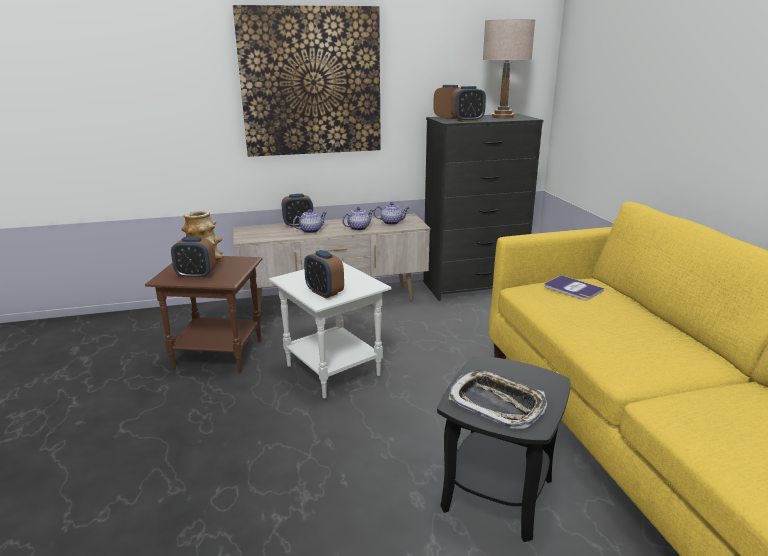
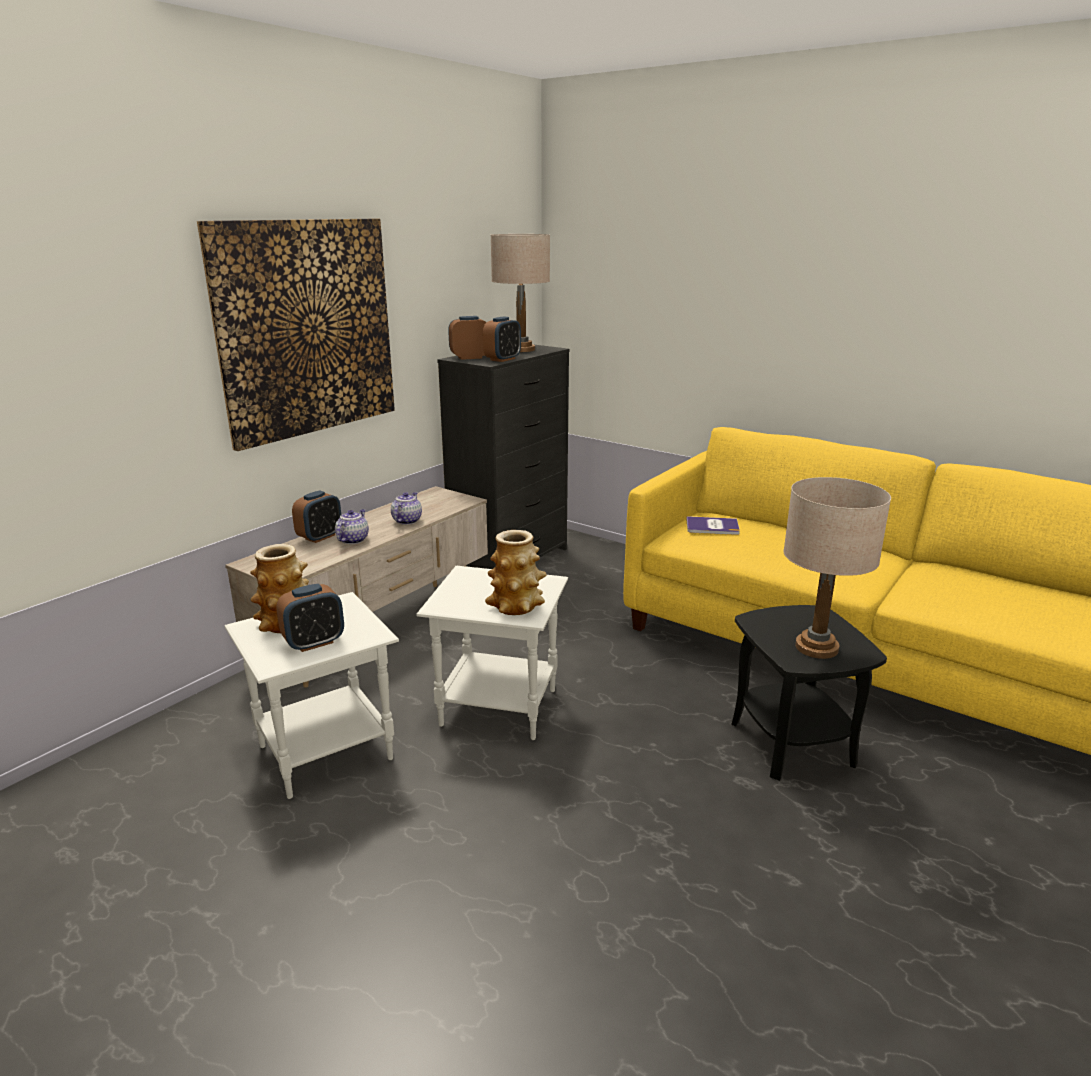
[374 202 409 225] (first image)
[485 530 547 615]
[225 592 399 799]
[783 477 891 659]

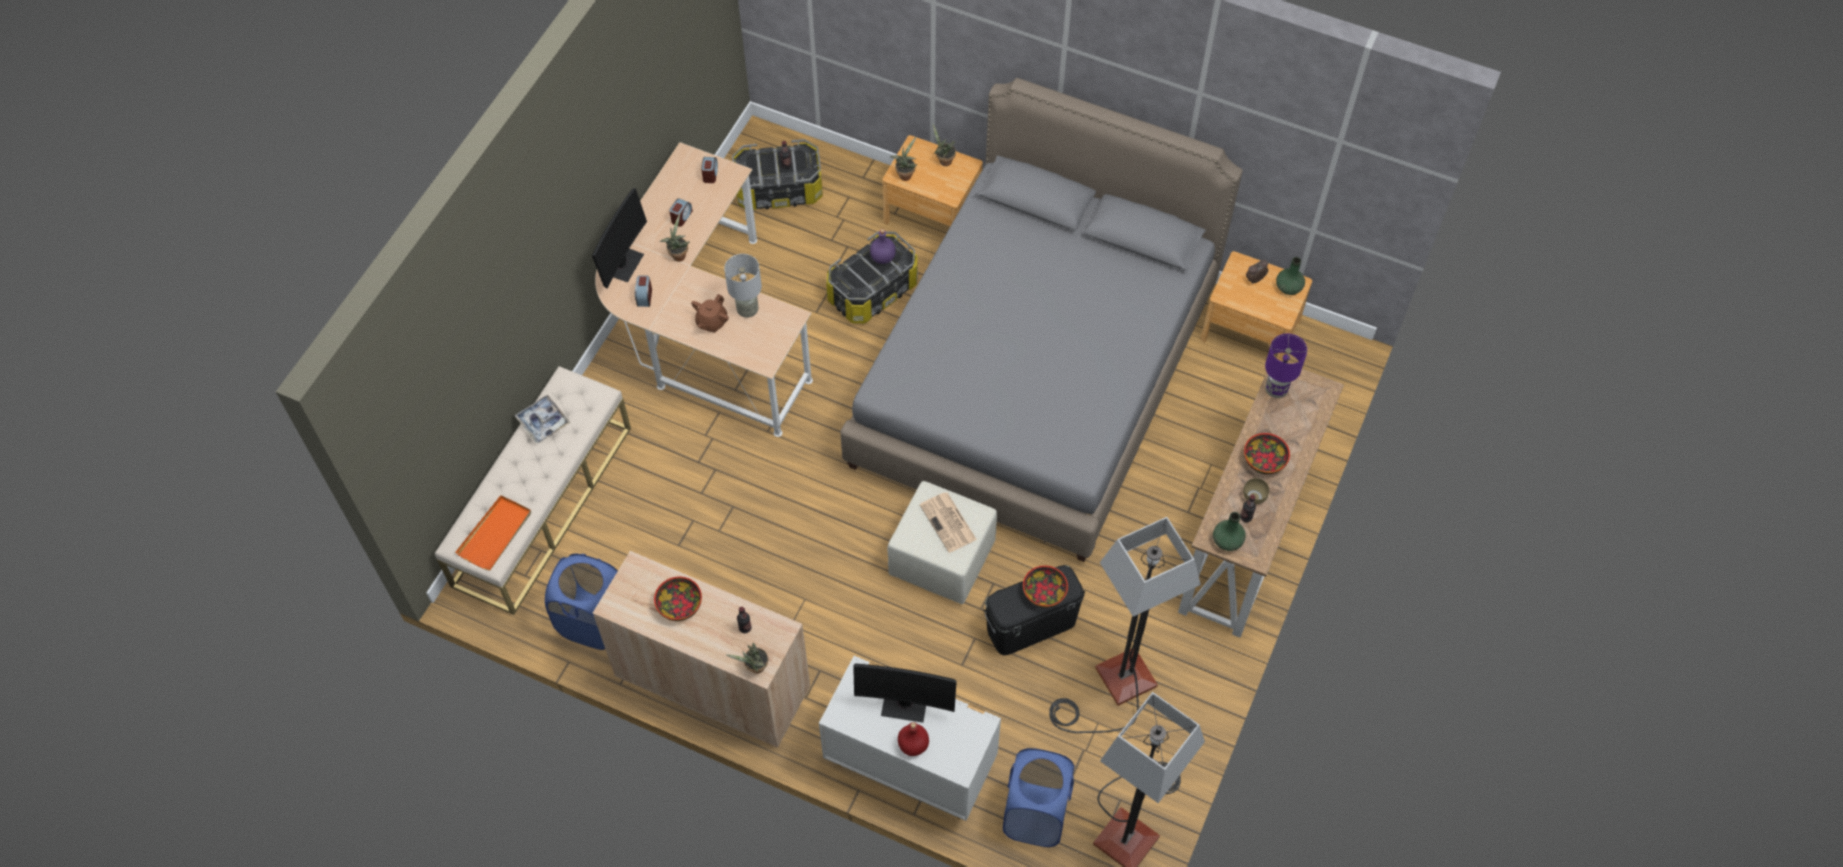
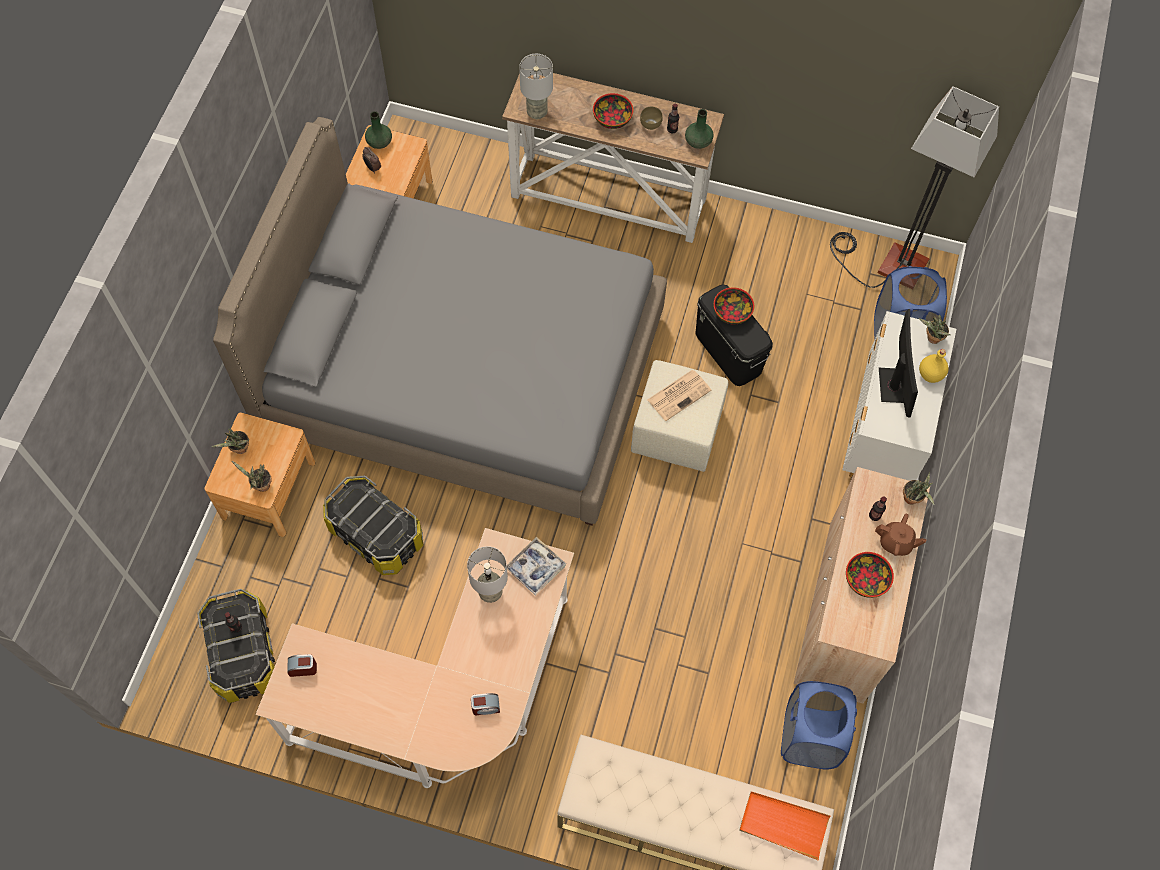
[592 188 647 289] (first image)
[669 198 693 227] (first image)
[919 315 951 344]
[870 229 896 264] (first image)
[875 514 927 556]
[519 54 553 119]
[507 537 566 596]
[1049 517 1201 733] (first image)
[919 349 949 383]

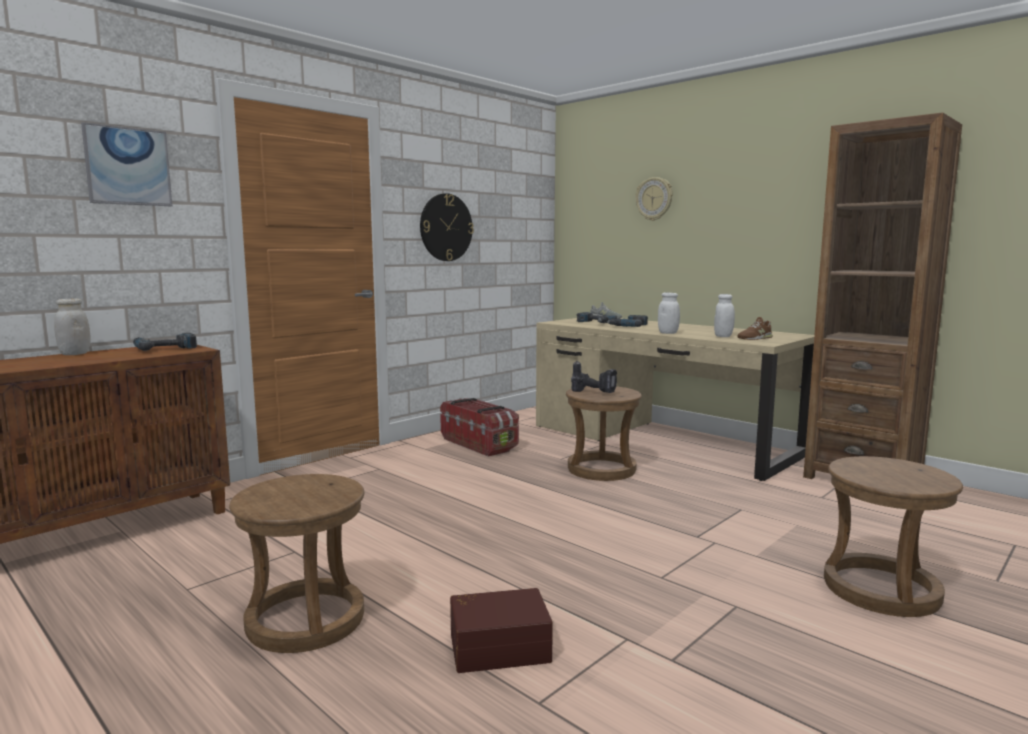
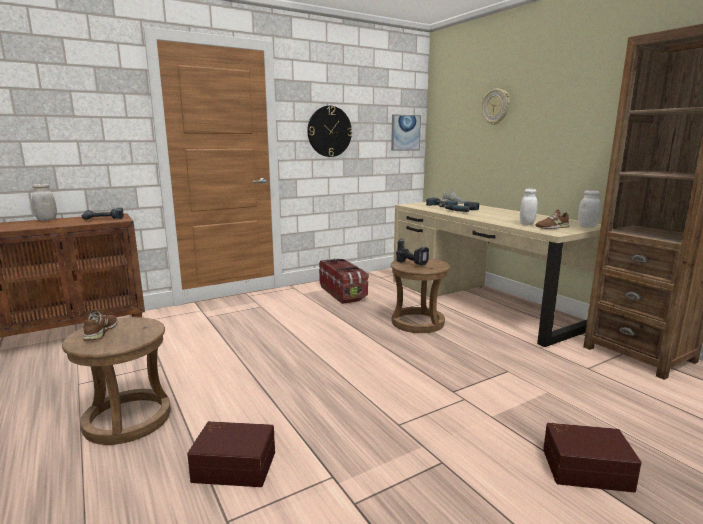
[391 114 421 151]
[578 190 601 228]
[543 423 641 493]
[83 309 117 340]

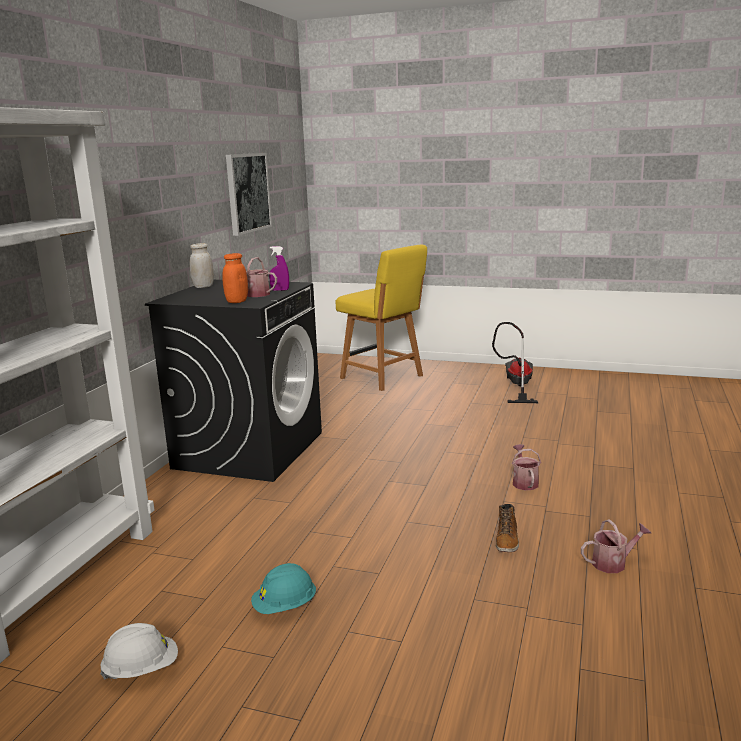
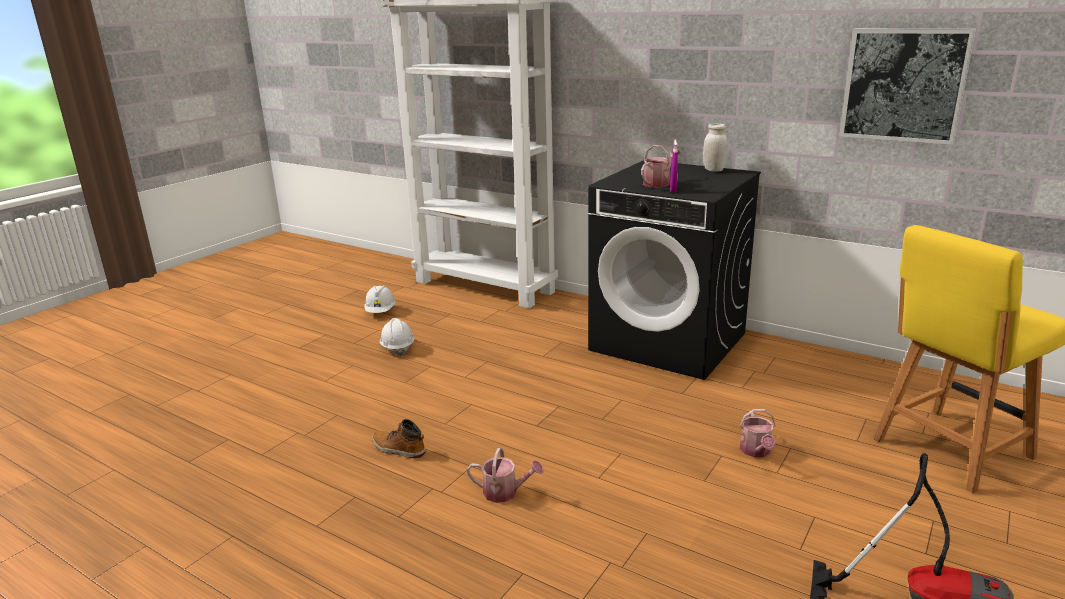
[222 253 248 303] (first image)
[740 409 776 457]
[380 318 414 357]

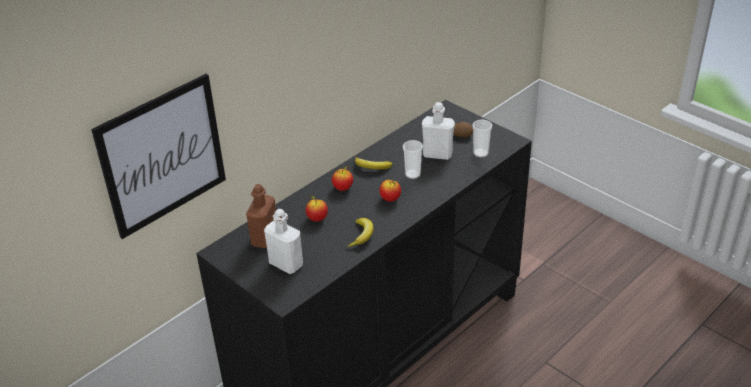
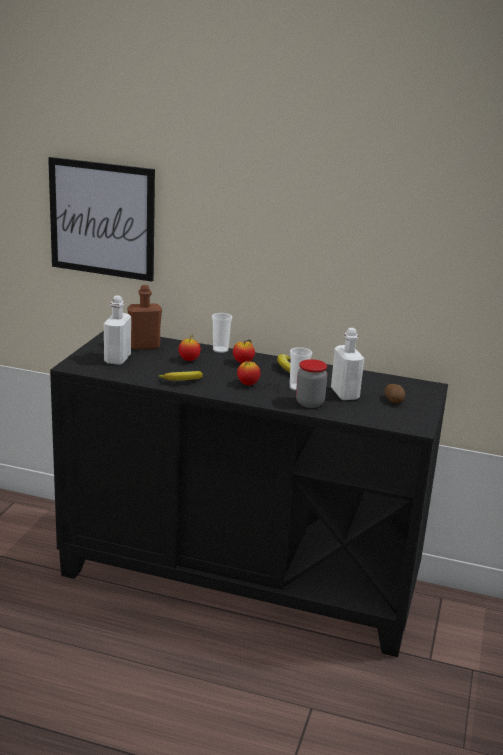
[212 313 232 353]
[296 359 328 408]

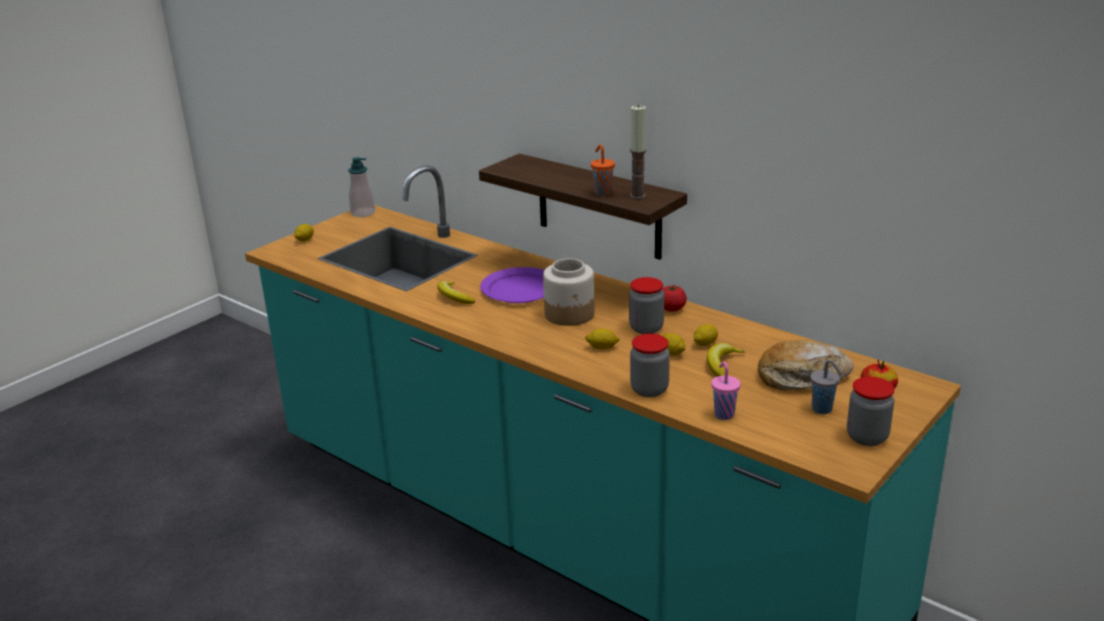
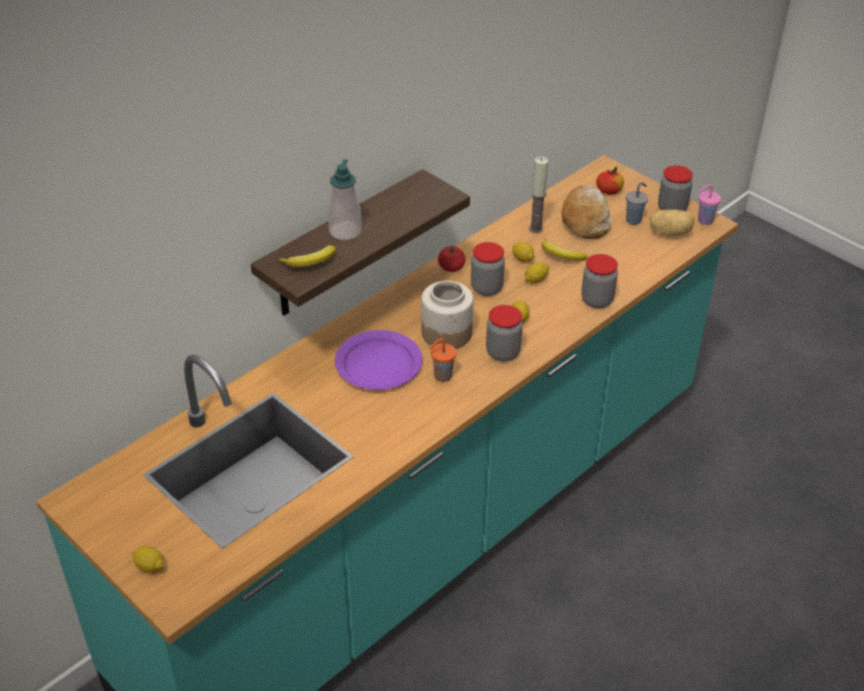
[529 157 548 233]
[429 338 456 382]
[328 159 362 240]
[278 245 336 267]
[698 184 721 225]
[650 209 694 236]
[486 305 523 361]

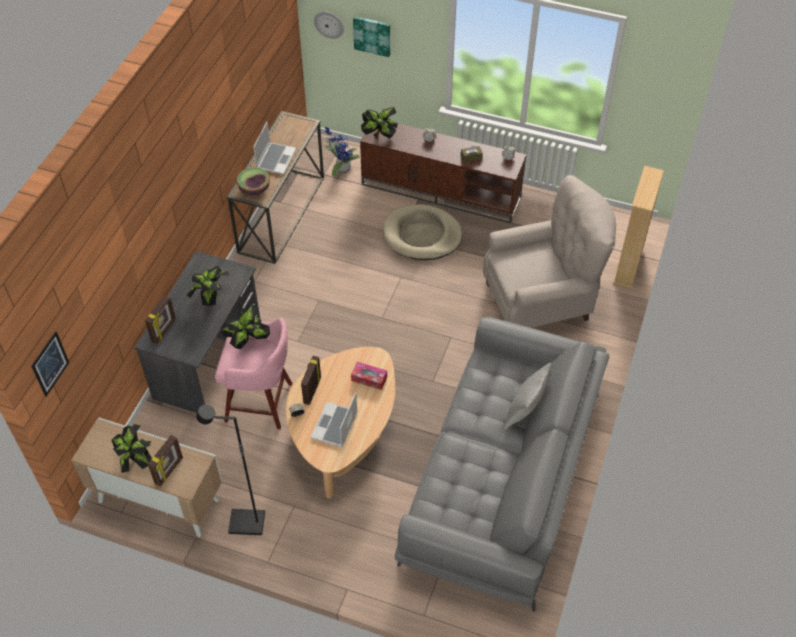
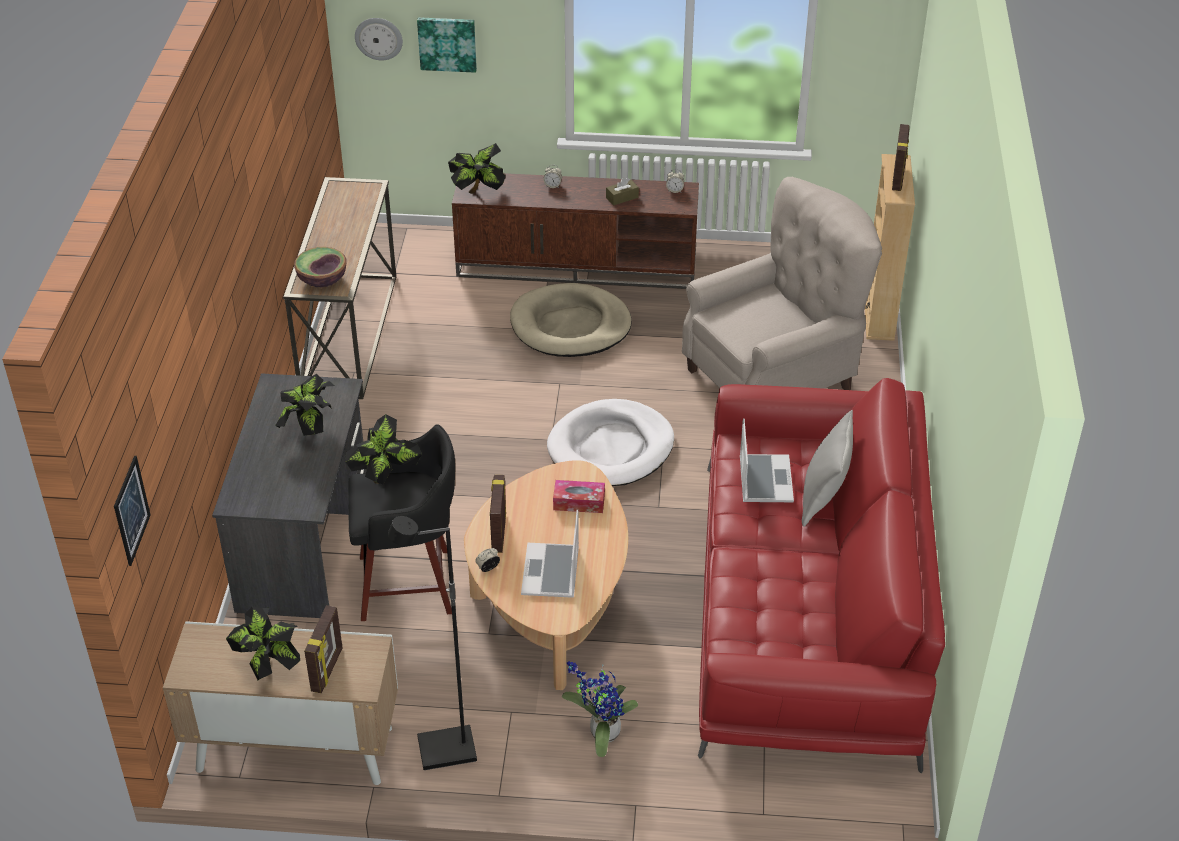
[740 418 794 502]
[562 661 638 757]
[892 124 910 191]
[348 424 455 621]
[698 378 945 773]
[547 399 674 486]

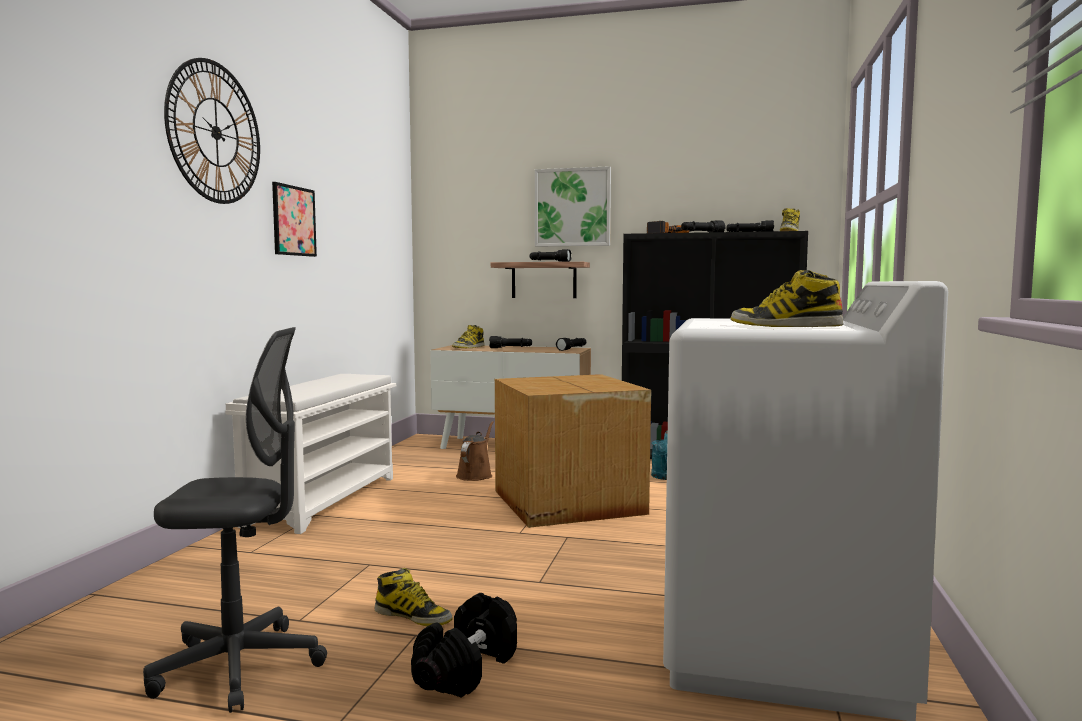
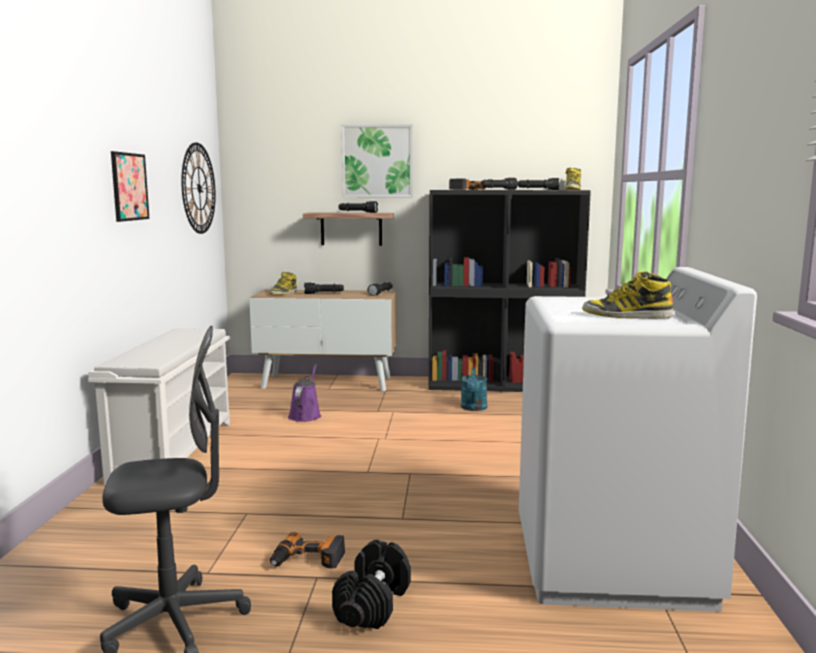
[181 142 216 234]
[495 374 651 528] (first image)
[288 364 321 422]
[270 532 345 569]

